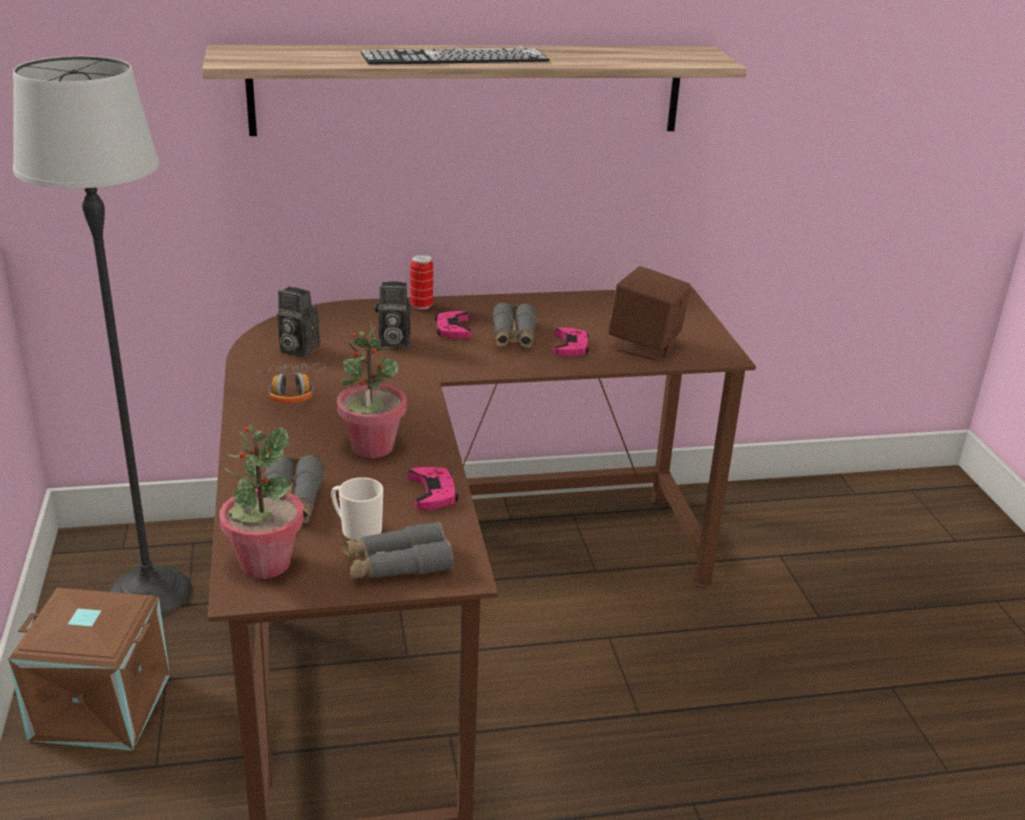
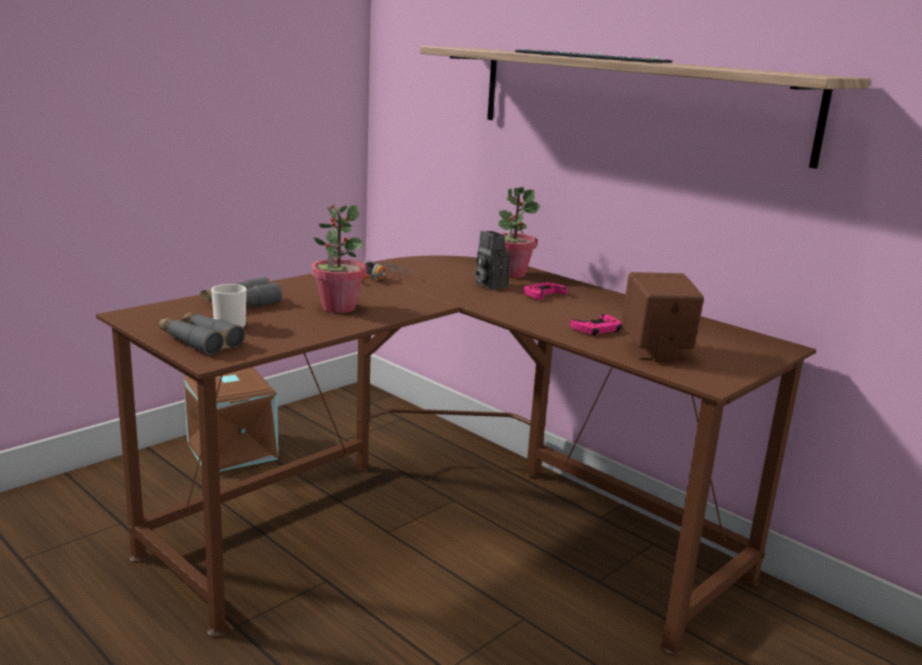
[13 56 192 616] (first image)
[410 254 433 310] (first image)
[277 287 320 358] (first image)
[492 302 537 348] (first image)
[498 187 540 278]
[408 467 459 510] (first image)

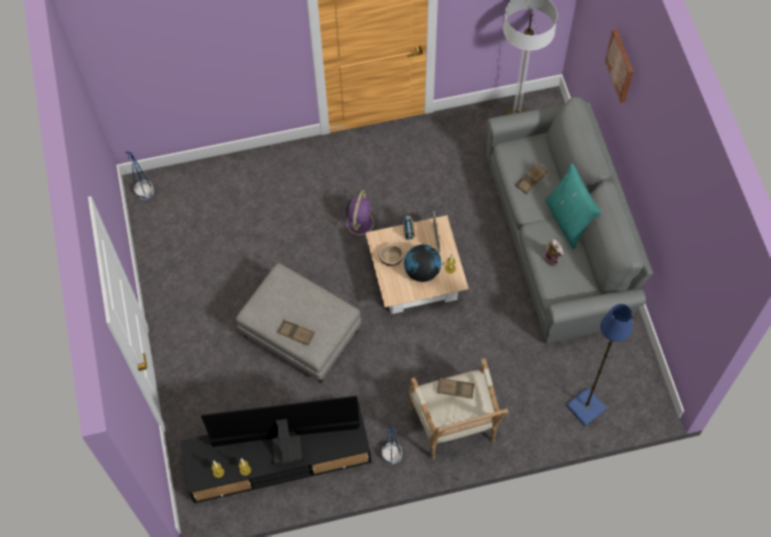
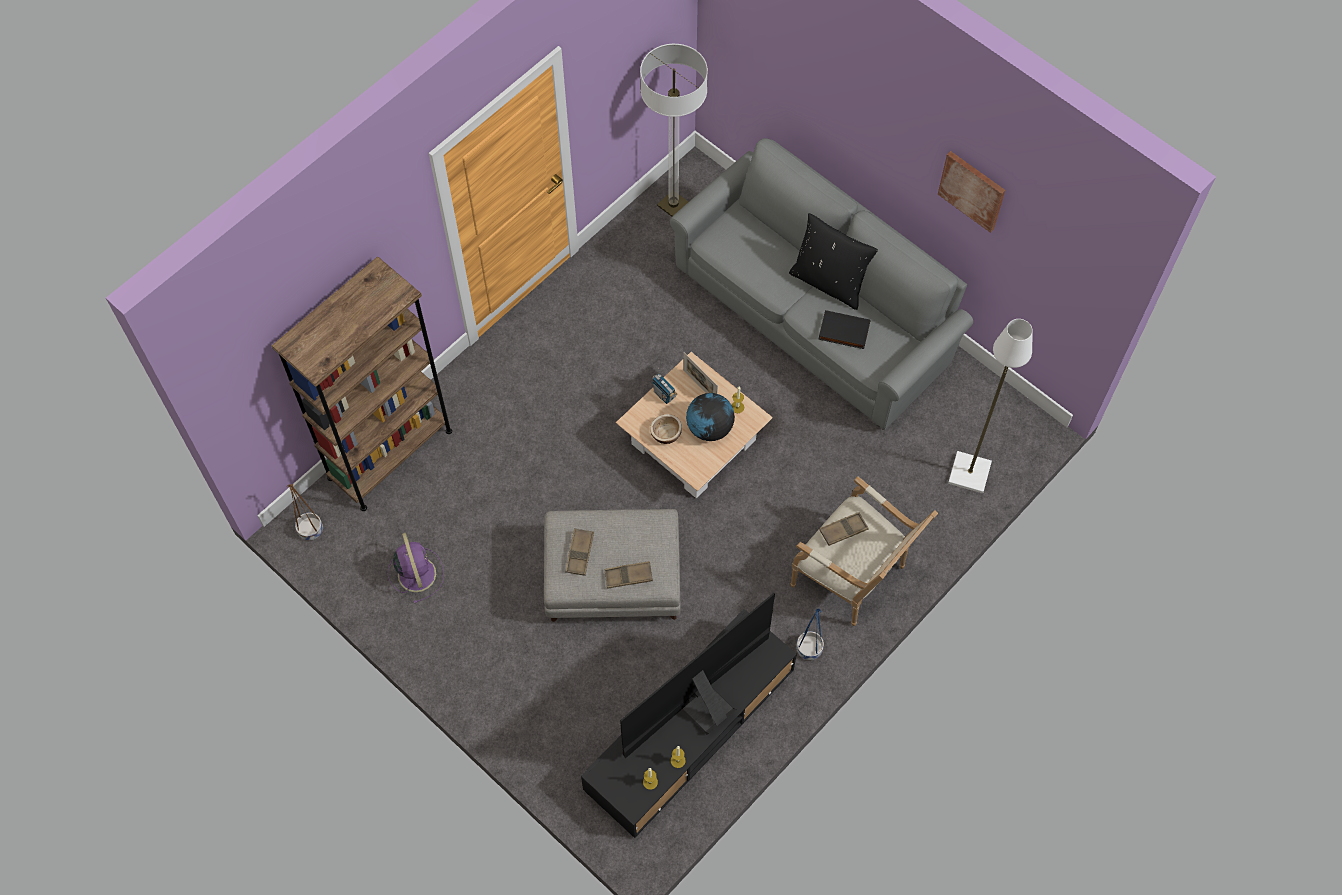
[938 151 1005 233]
[287 484 323 540]
[565 528 594 576]
[789 213 878 310]
[388 533 444 603]
[818 310 870 349]
[948 319 1033 493]
[272 256 452 511]

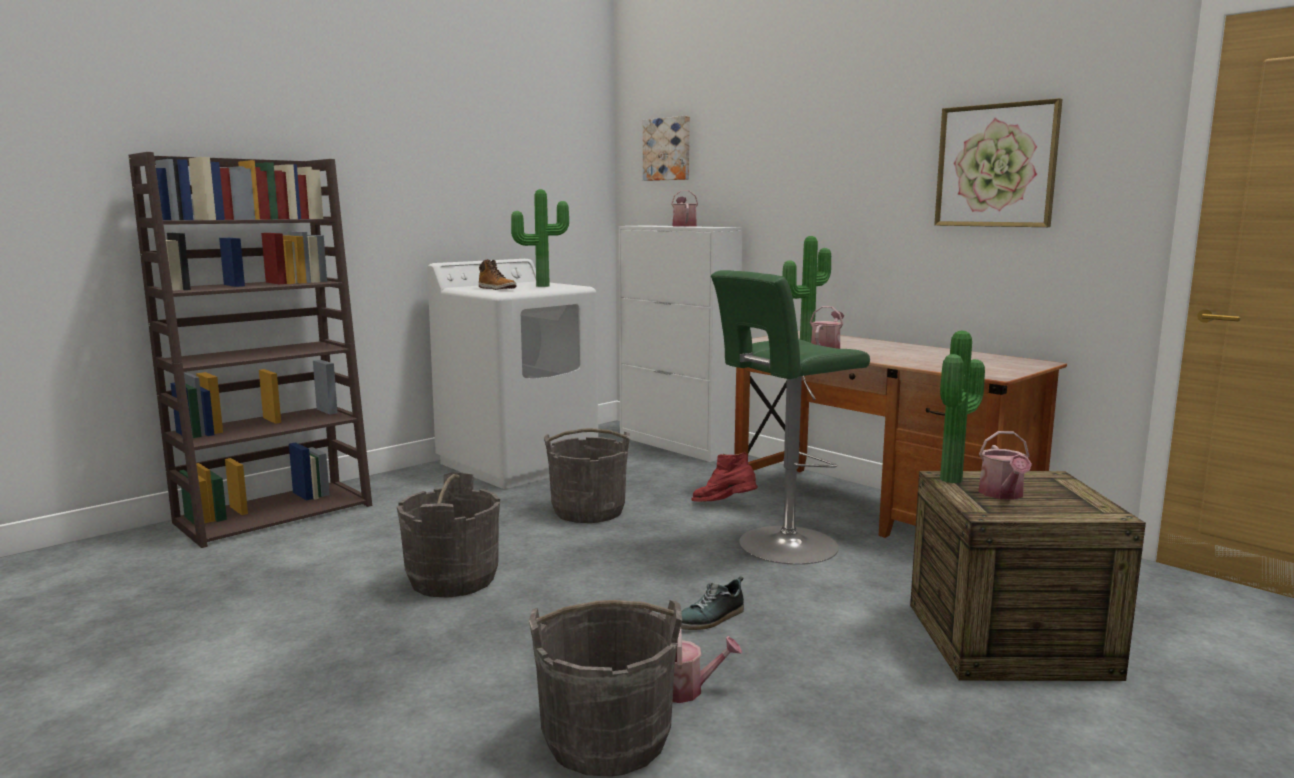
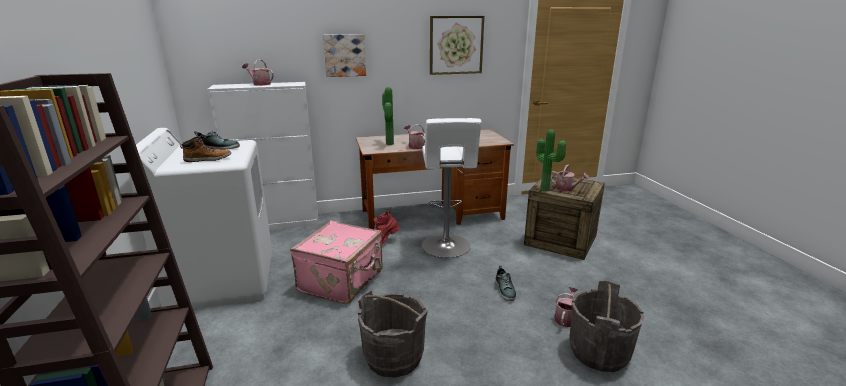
[323 34 366 77]
[194 130 240 150]
[422 118 481 258]
[290 220 383 304]

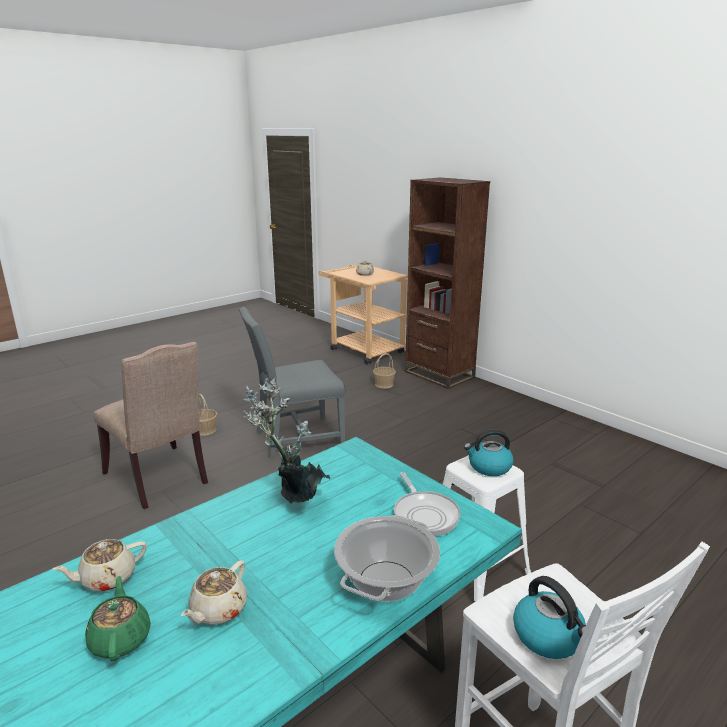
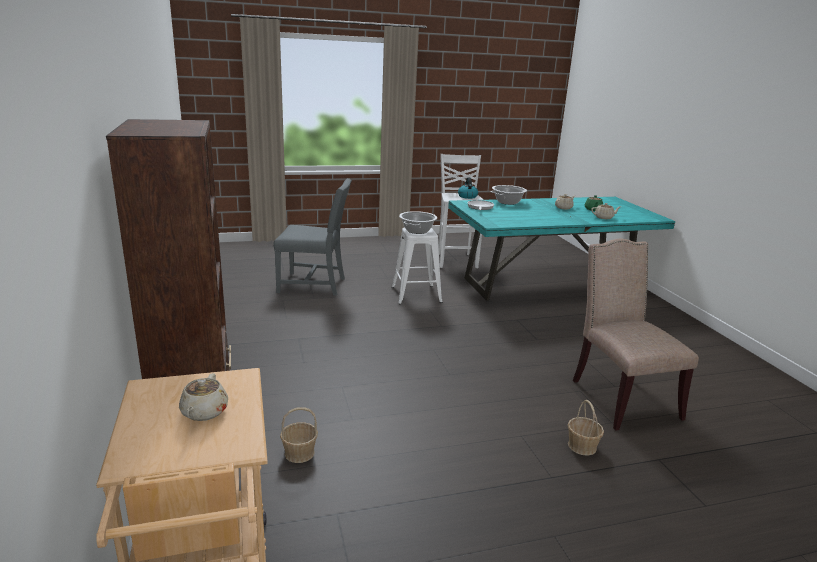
[273 178 352 296]
[243 378 330 504] (first image)
[399 211 437 234]

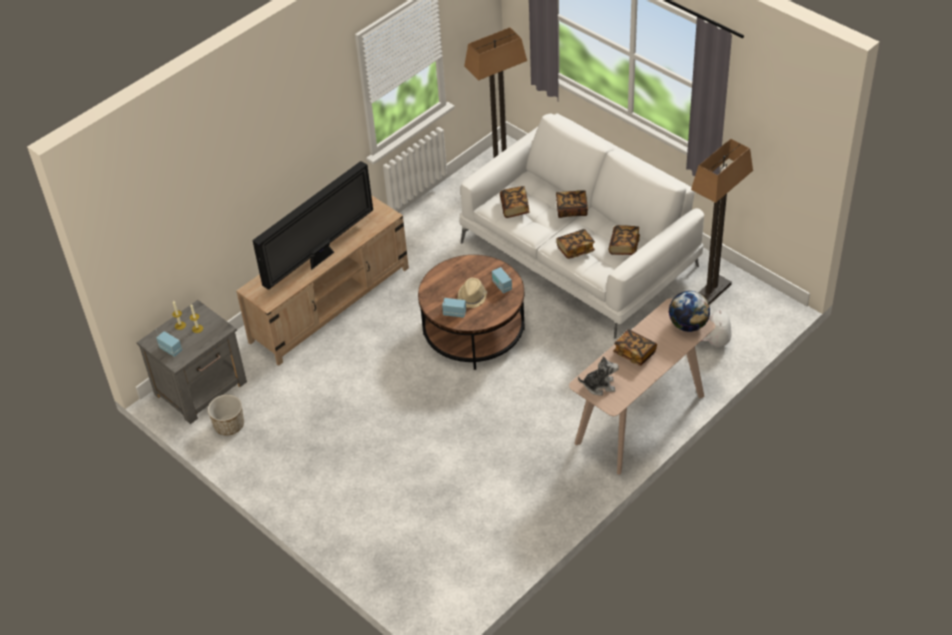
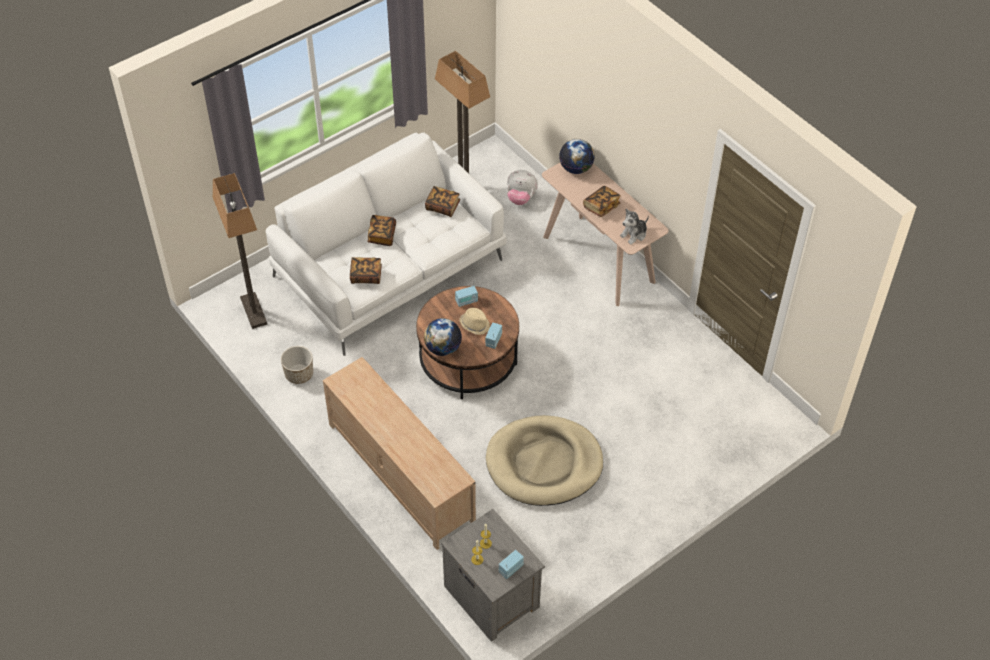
[253 161 373 290] (first image)
[556 229 595 259] (first image)
[620 209 649 245]
[281 346 313 384]
[424 318 462 356]
[486 415 603 506]

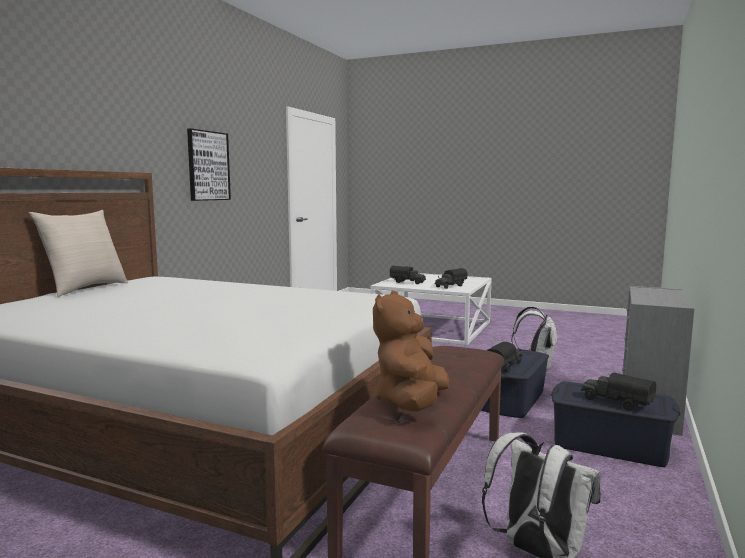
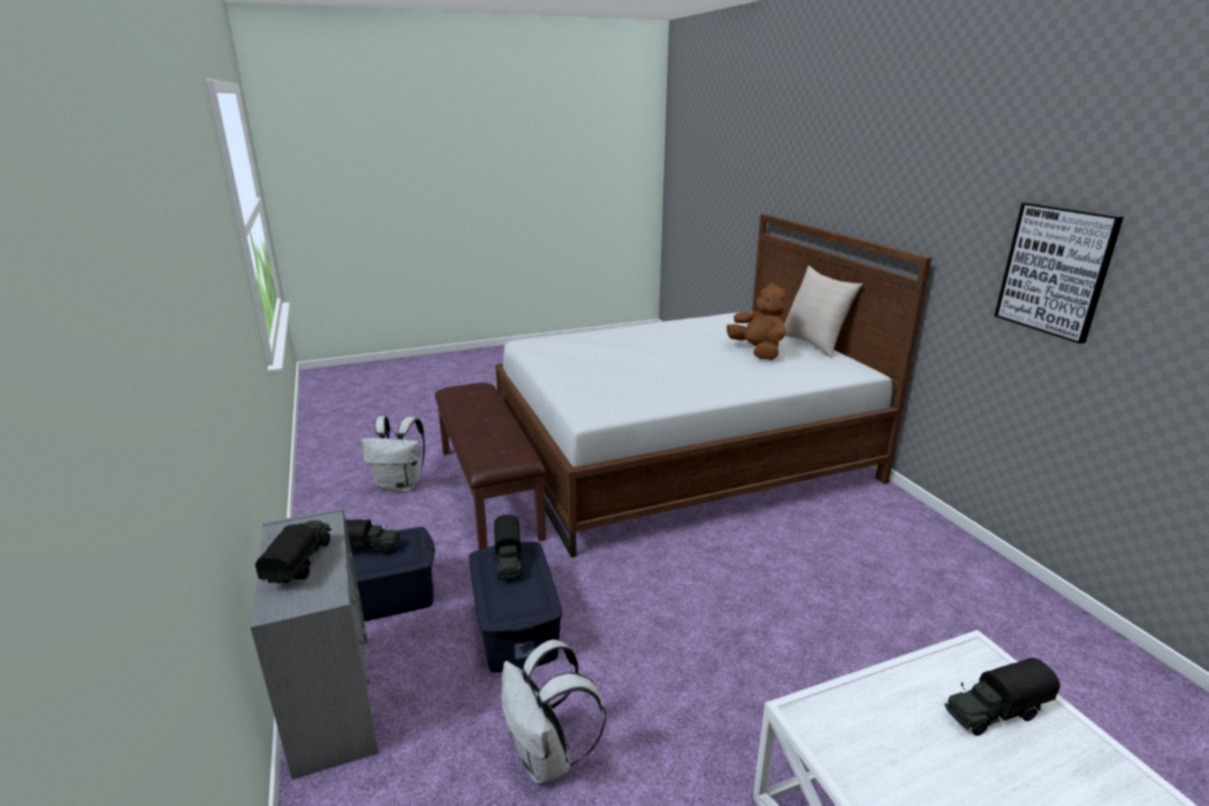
[255 520 331 584]
[727 282 786 360]

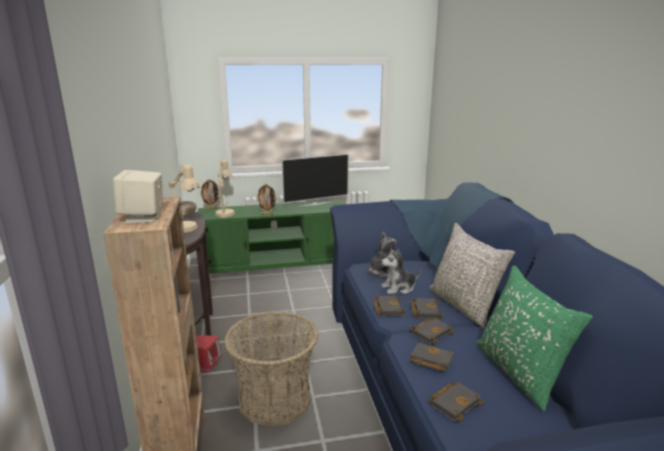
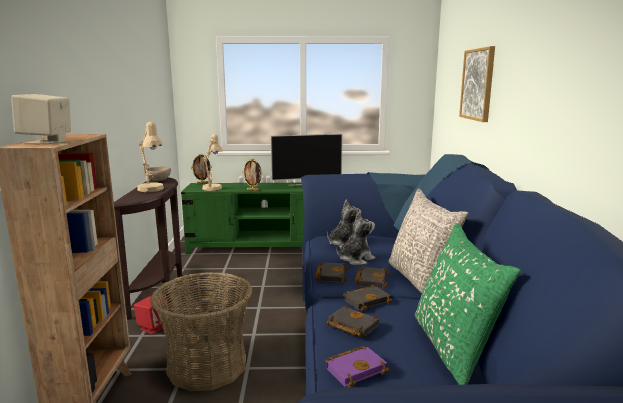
[337 212 375 265]
[325 346 389 387]
[459 46 495 122]

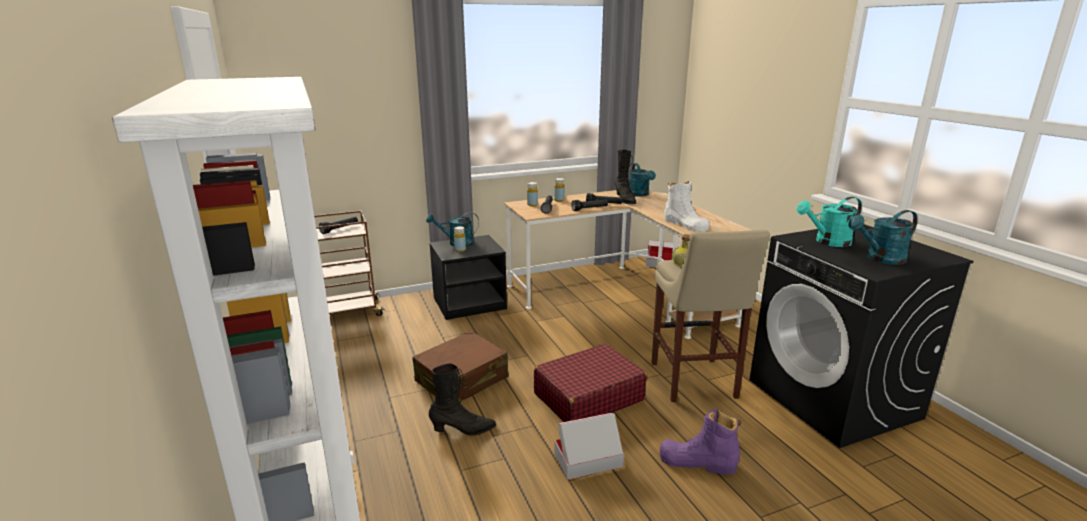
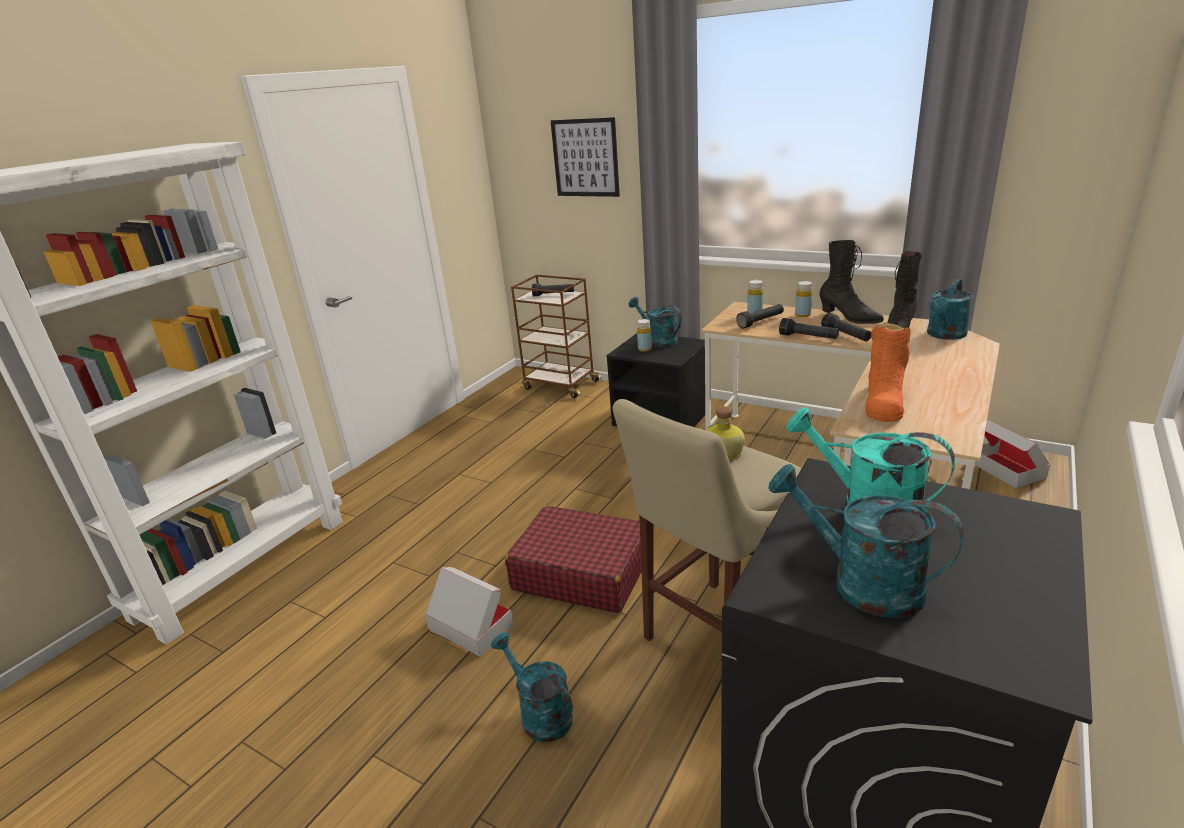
[865 323 911 422]
[412 331 509 402] (first image)
[820 240 884 324]
[491 632 573 742]
[551 117 620 197]

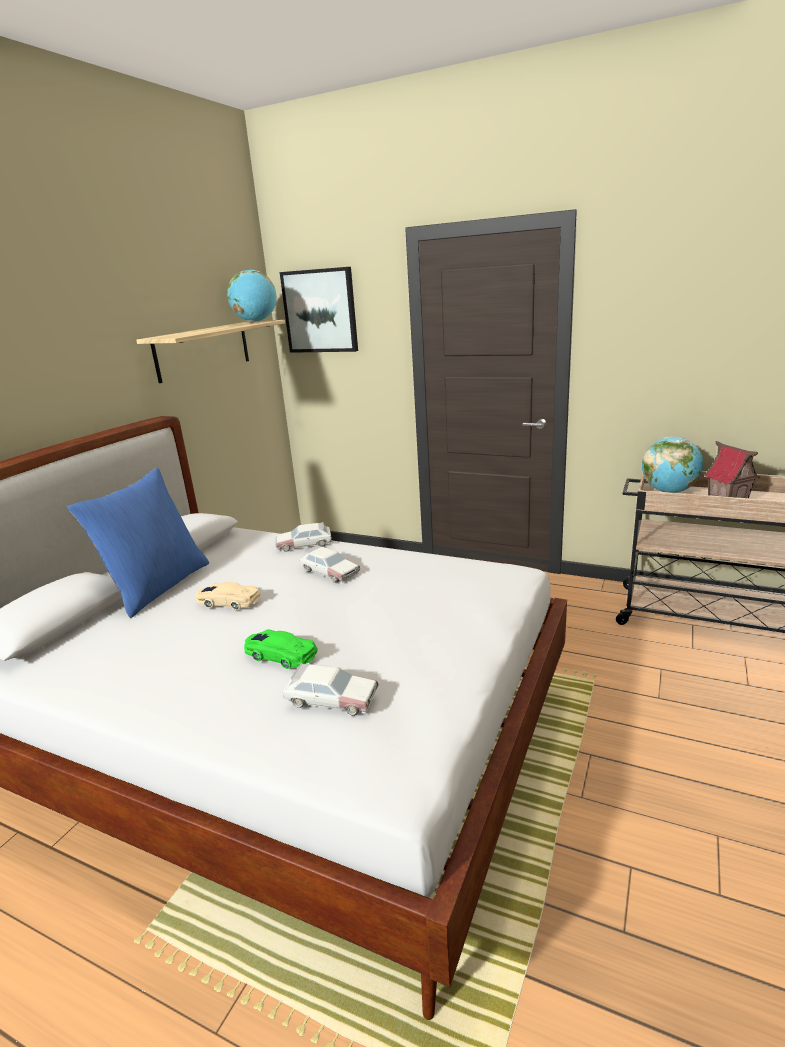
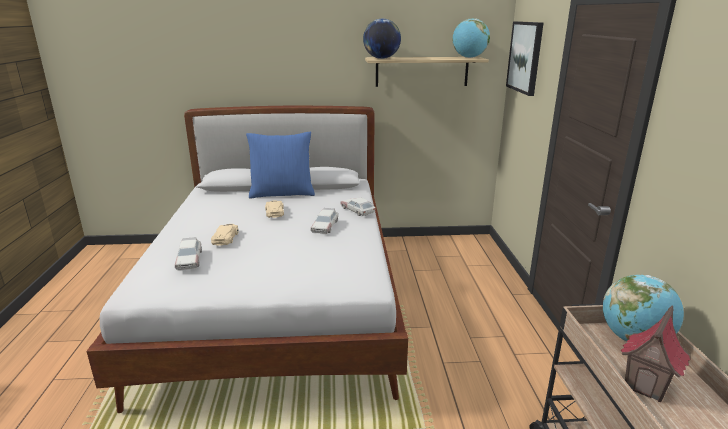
[211 224 239 246]
[363 18 401 59]

